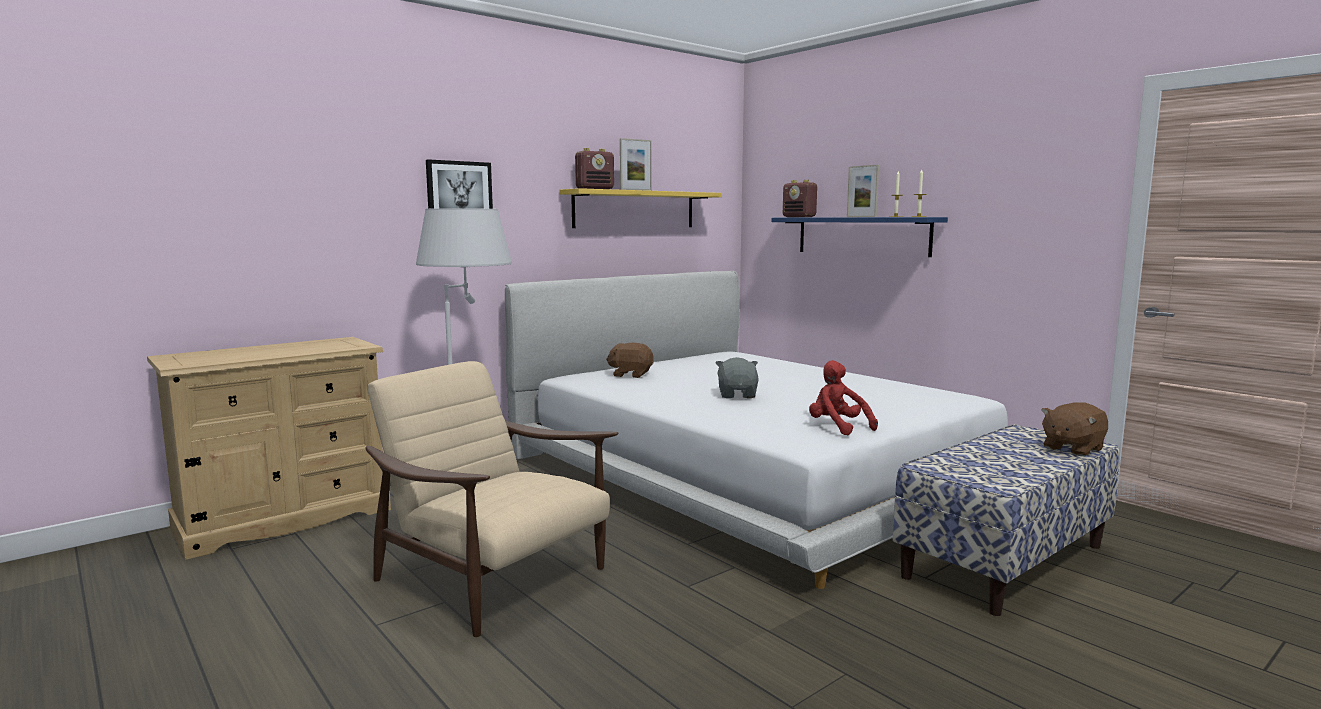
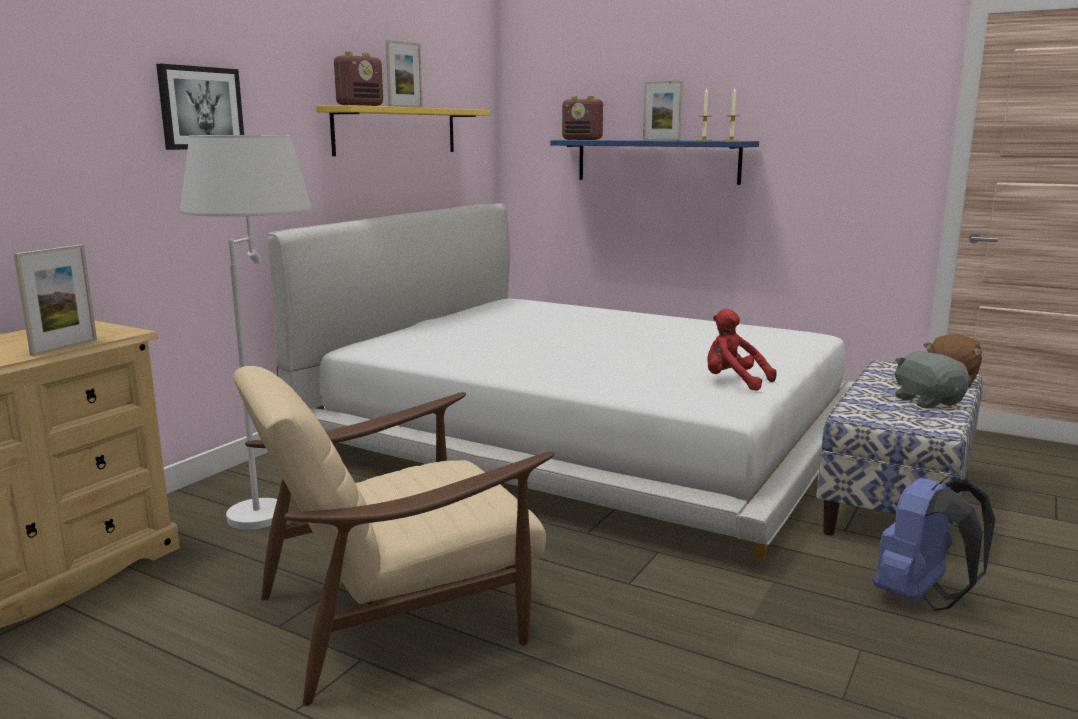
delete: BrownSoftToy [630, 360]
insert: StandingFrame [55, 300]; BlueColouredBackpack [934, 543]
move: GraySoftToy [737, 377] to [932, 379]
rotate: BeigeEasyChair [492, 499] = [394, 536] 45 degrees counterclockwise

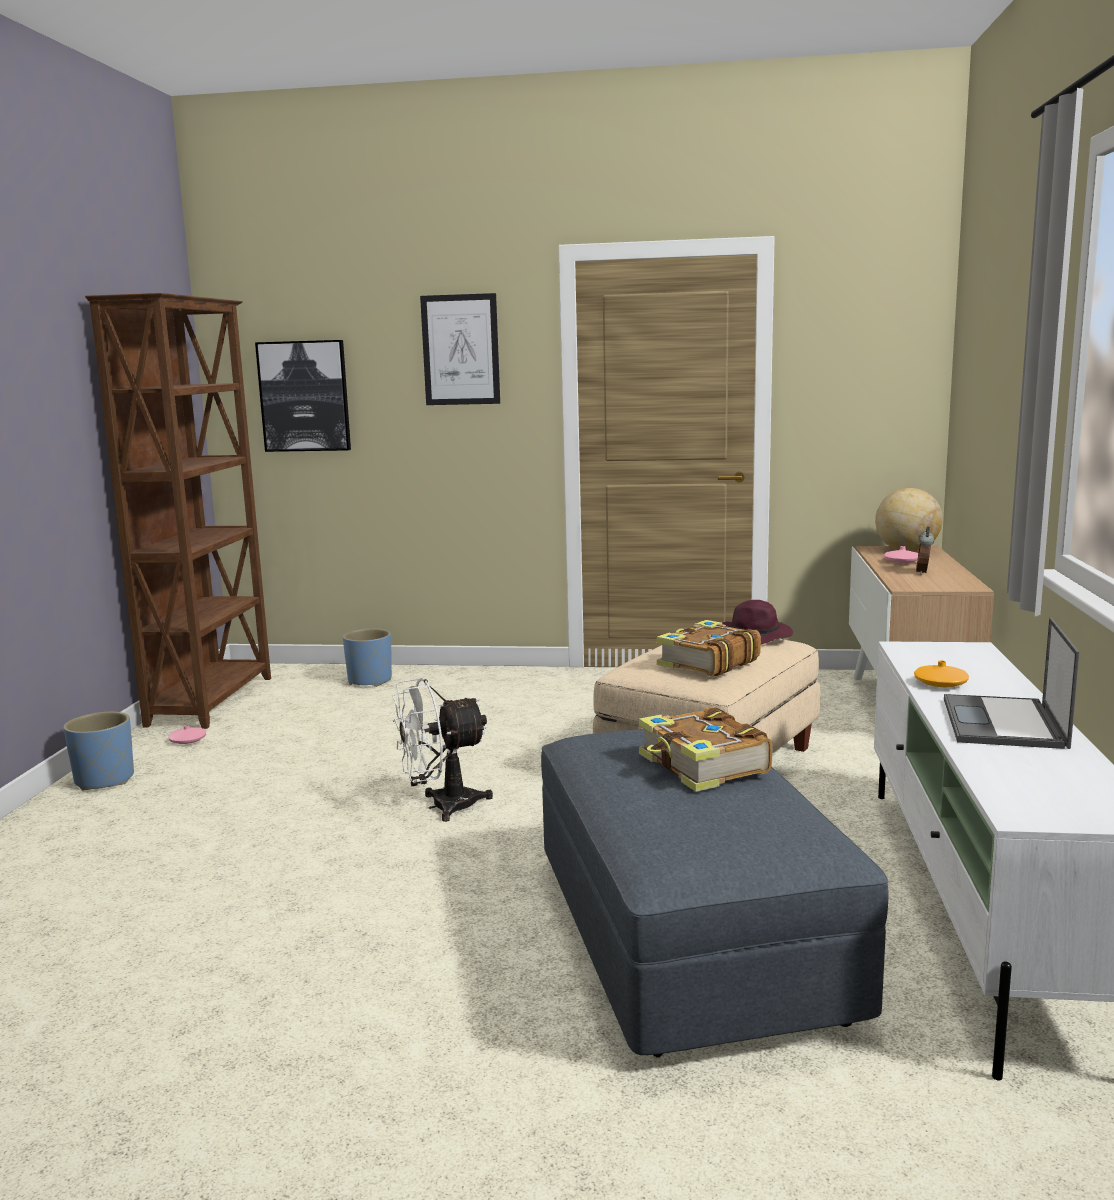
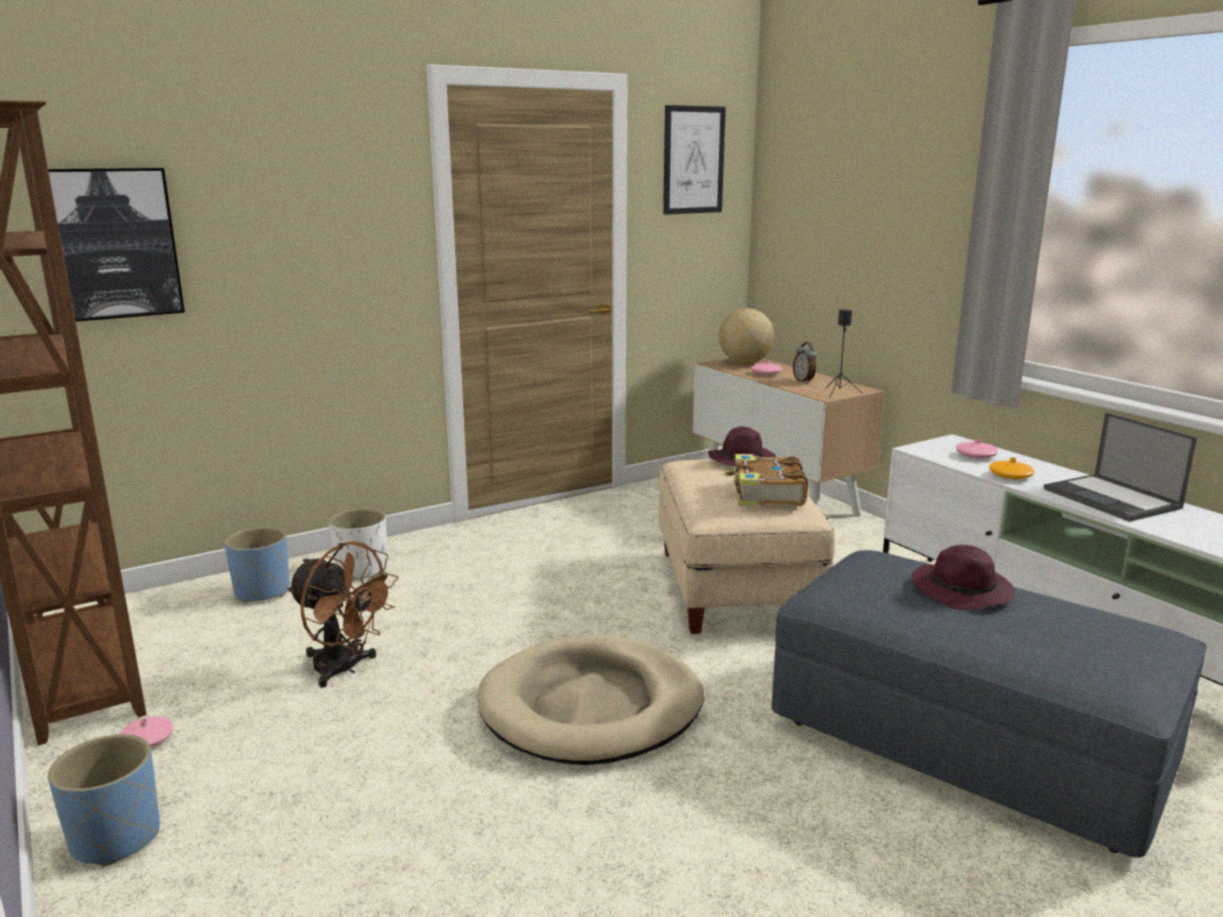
insert: BlackLoudspeaker [844, 352]; PinkishFlowerVase [977, 448]; WhitePlanter [358, 544]; BrownFan [343, 614]
move: WallArt [460, 349] to [694, 160]
replace: WhiteFan [443, 750] to BeigeDogCushion [590, 700]; Book [705, 749] to PurplishClothingHat [963, 577]

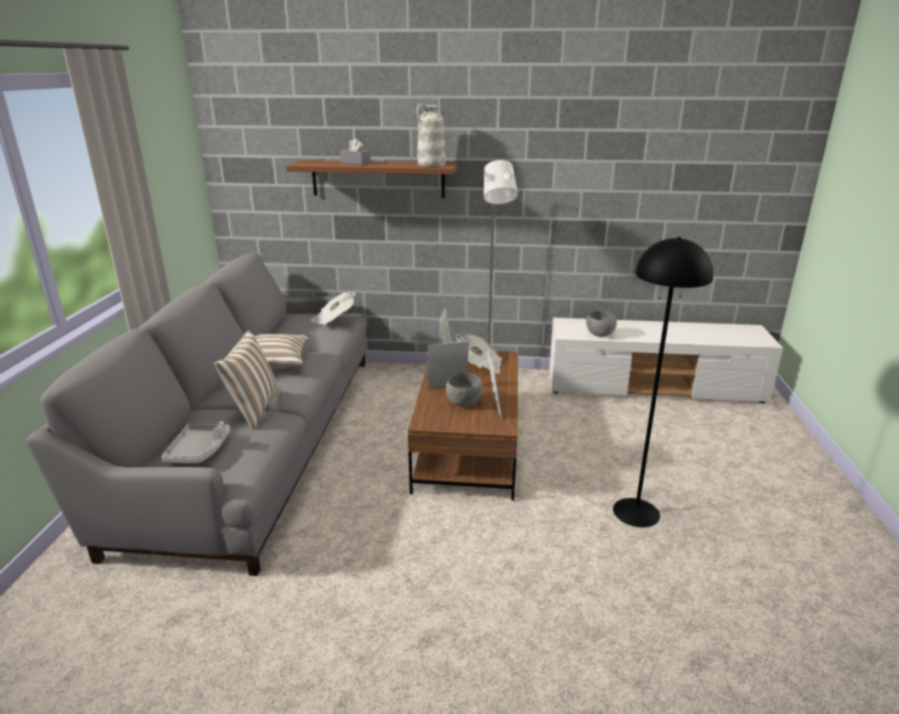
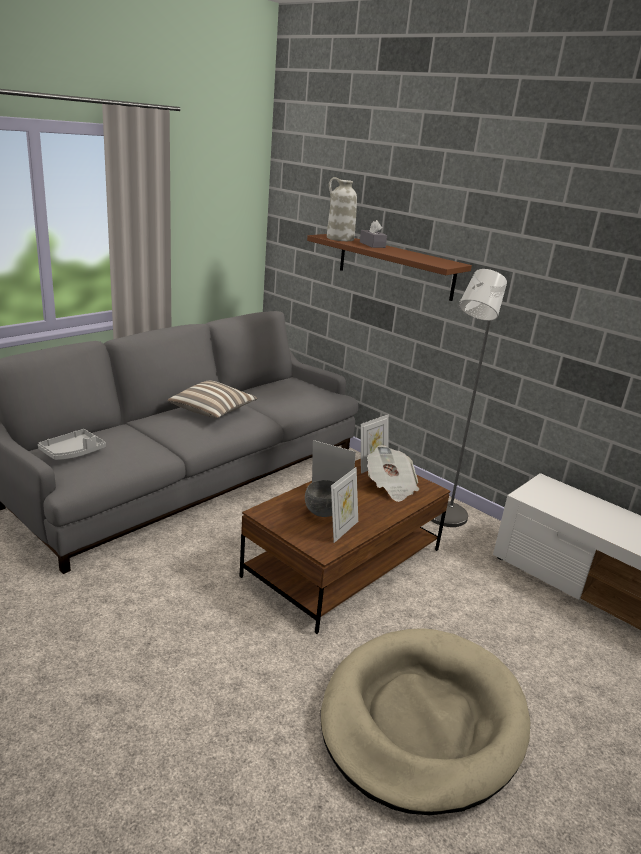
delete: PrintedPaper [333, 309]; GrayServingBowl [601, 324]; Cushion [247, 380]
move: WhiteFlowerVase [431, 135] to [342, 209]
replace: BlackFloorLamp [663, 382] to BeigeDogCushion [425, 722]

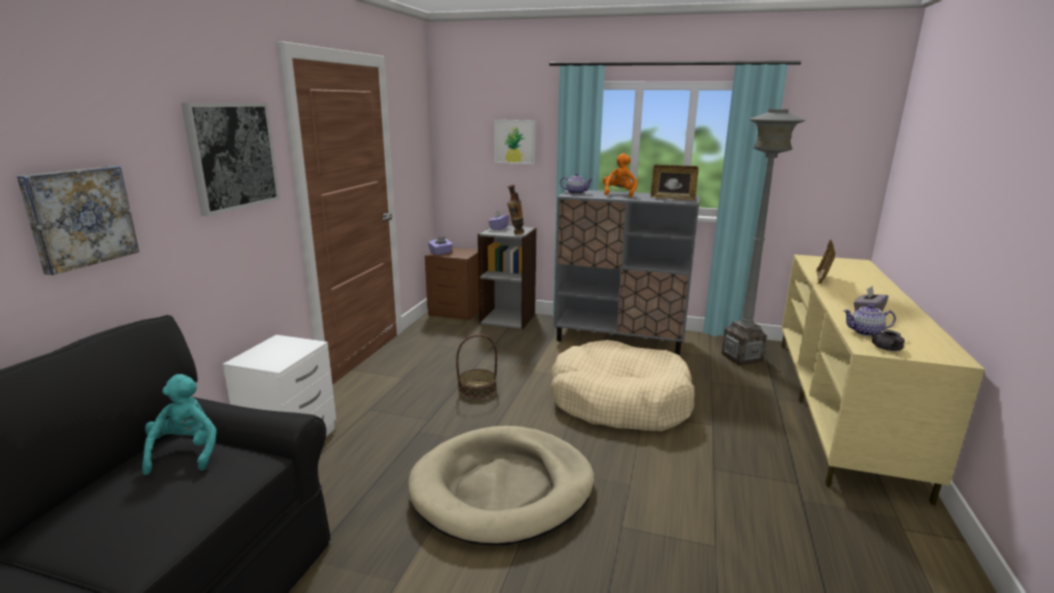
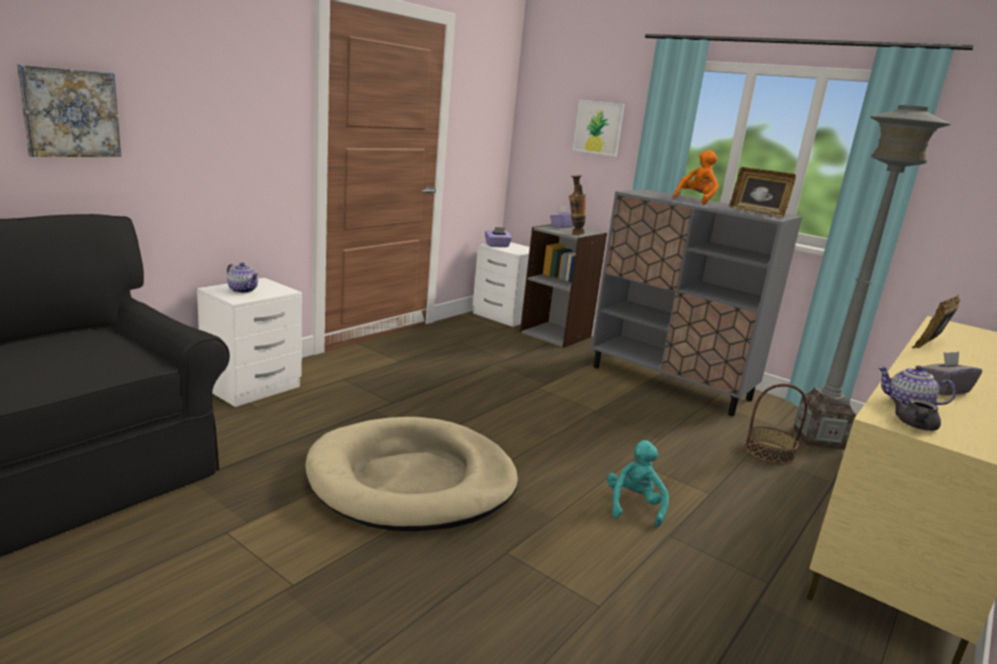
delete: WallArt [230, 159]; BeigeDogCushion [622, 385]
move: PotForTea [576, 183] to [242, 278]; Basket [476, 366] to [776, 424]; BlueGreenSoftToy [179, 424] to [638, 483]
recolor: BrownBedsideTable [452, 283] to WhiteBedsideTable [501, 284]

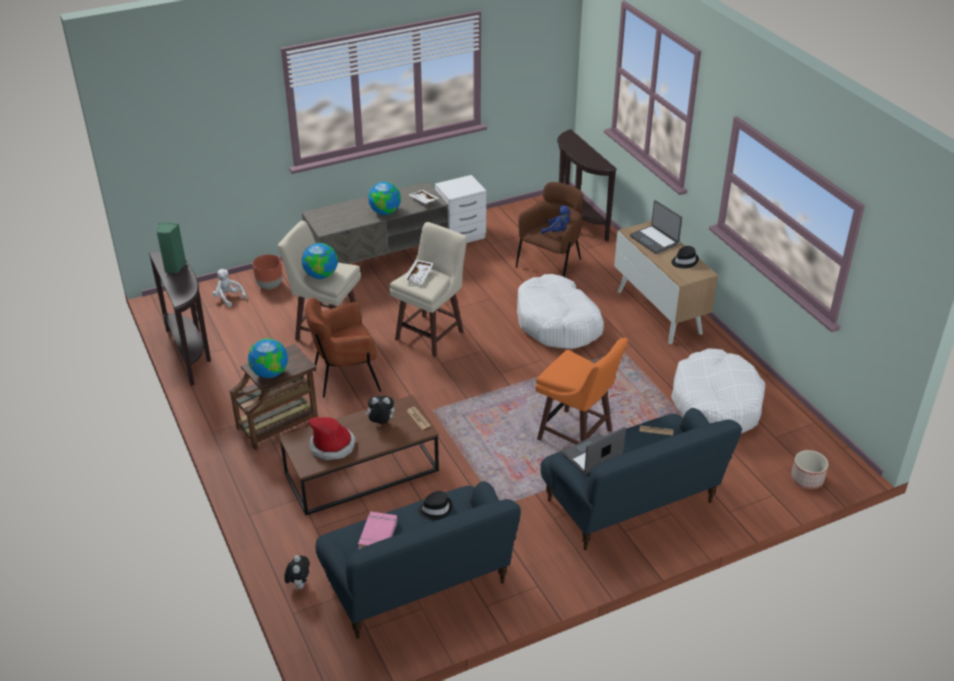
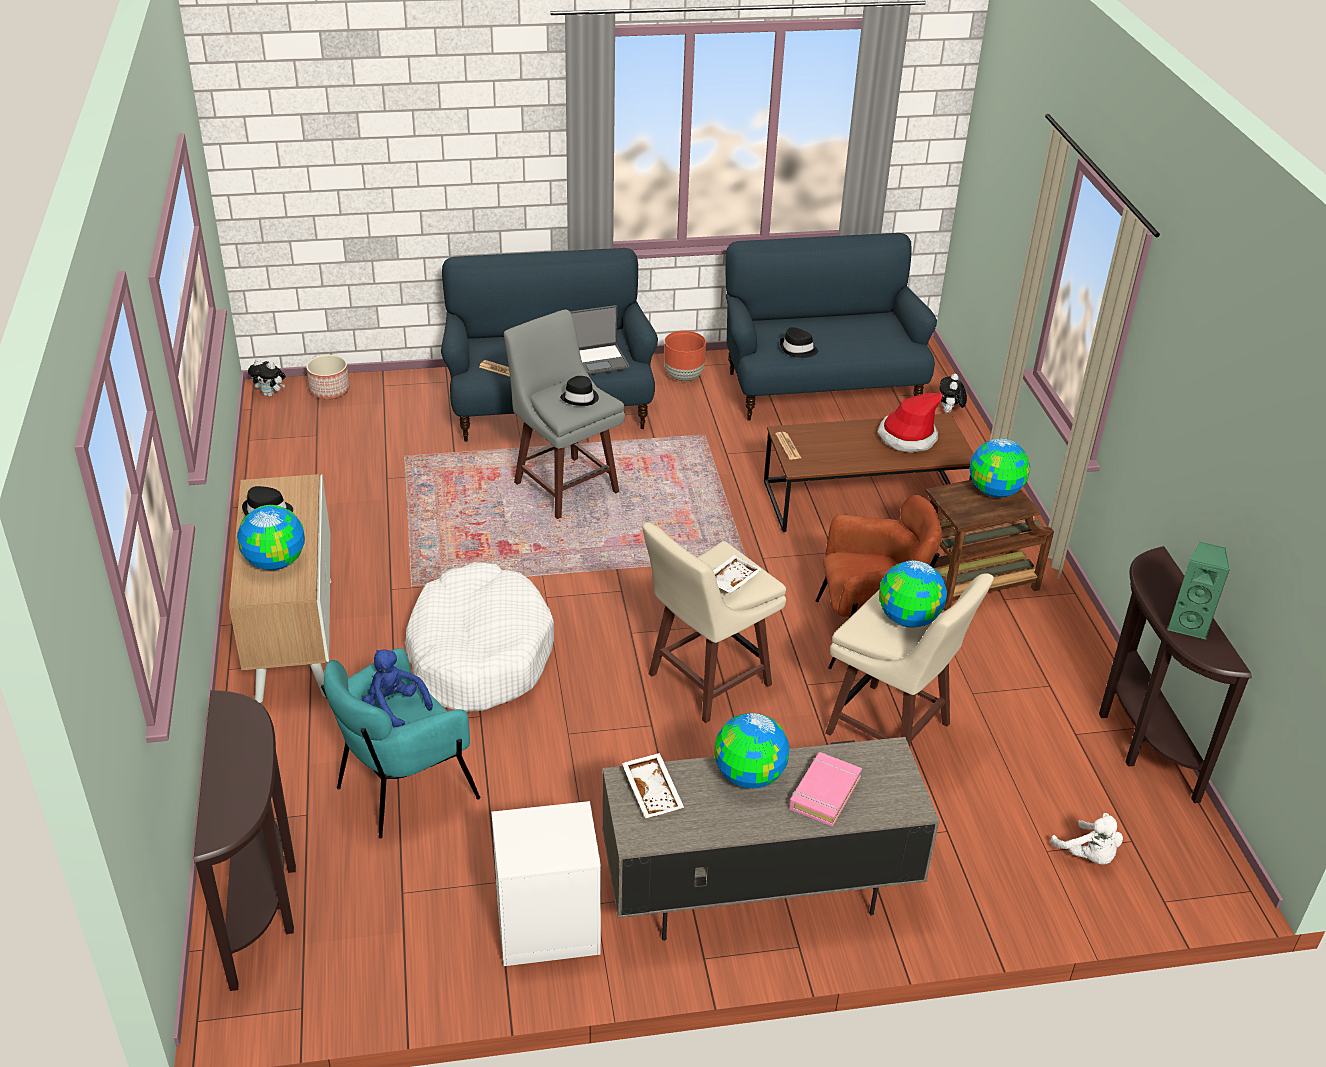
delete: WhiteDogCushion [718, 390]
insert: BlackClothingHat [579, 391]
move: BrownPlanter [267, 271] to [685, 356]; SoftToy [380, 410] to [266, 378]; PinkishBook [377, 530] to [825, 789]
replace: Laptop [655, 227] to WorldGlobe [271, 537]
recolor: BrownEasyChair [549, 229] to BlueGreenEasyChair [401, 743]; OrangeSittingStool [581, 391] to GraySittingStool [564, 414]

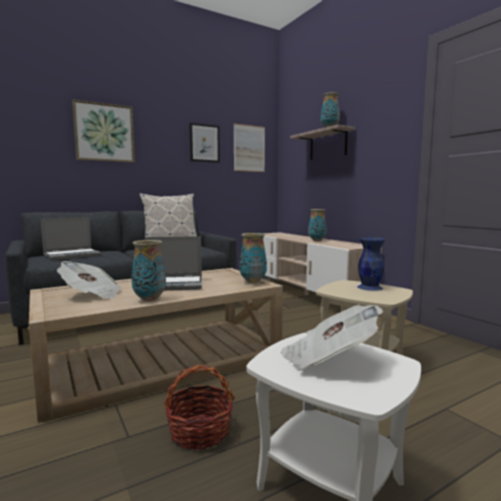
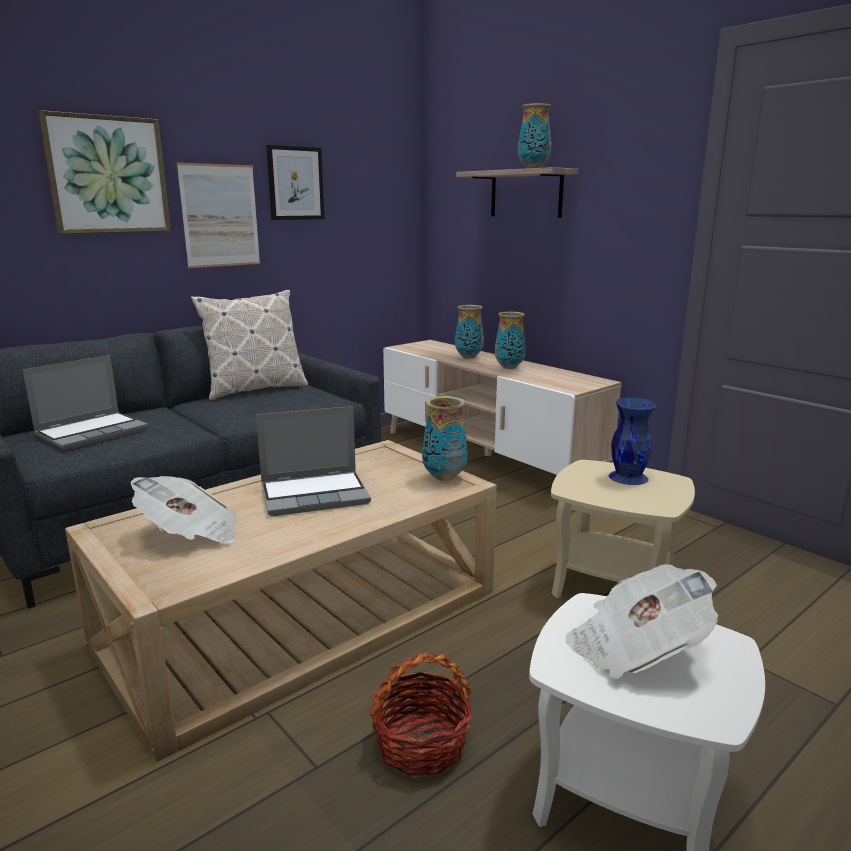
move: WallArt [249, 147] to [218, 215]; FlowerVase [148, 270] to [469, 331]

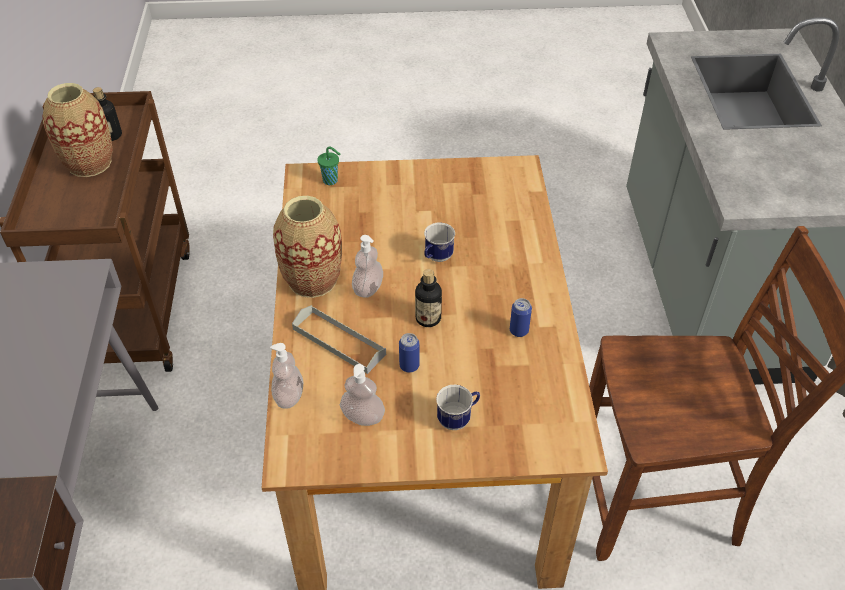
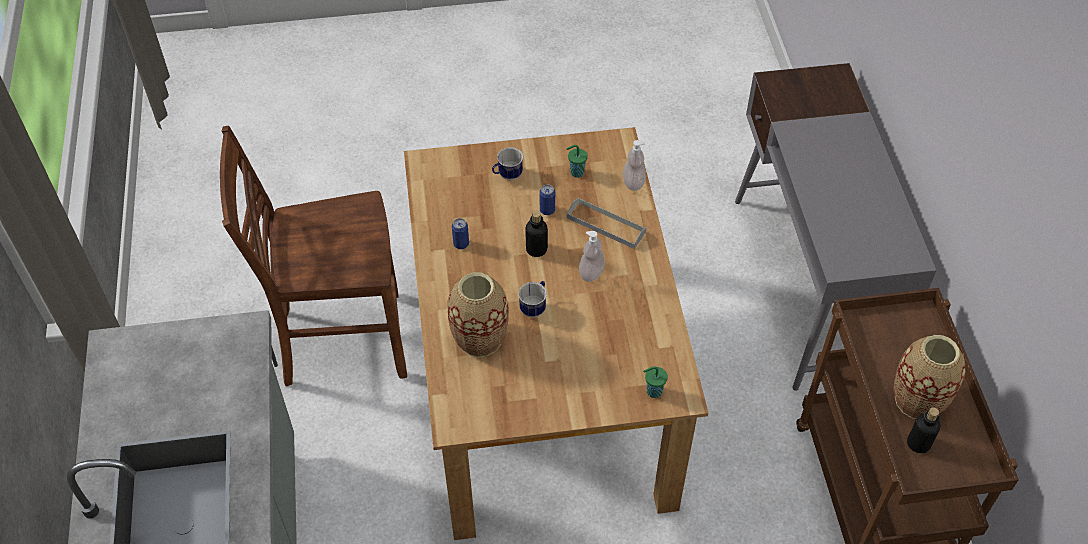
move: FlowerVase [307, 247] to [478, 314]
replace: SoapDispenser [362, 395] to GreenColouredCup [577, 161]

